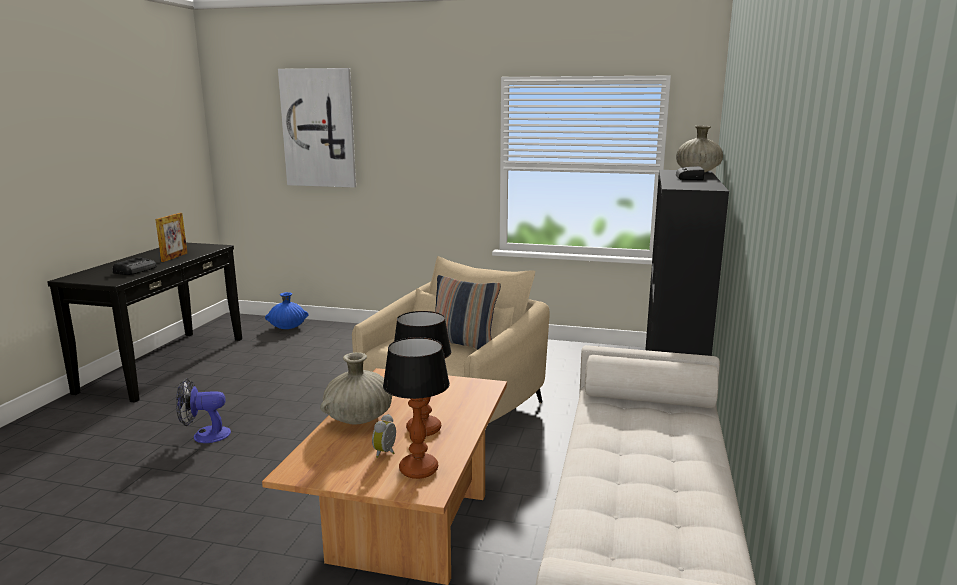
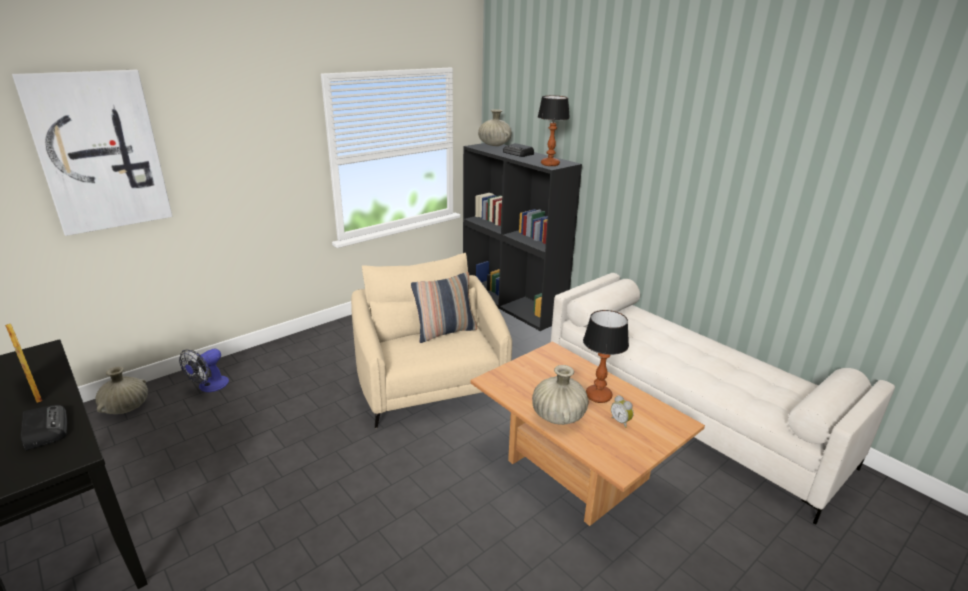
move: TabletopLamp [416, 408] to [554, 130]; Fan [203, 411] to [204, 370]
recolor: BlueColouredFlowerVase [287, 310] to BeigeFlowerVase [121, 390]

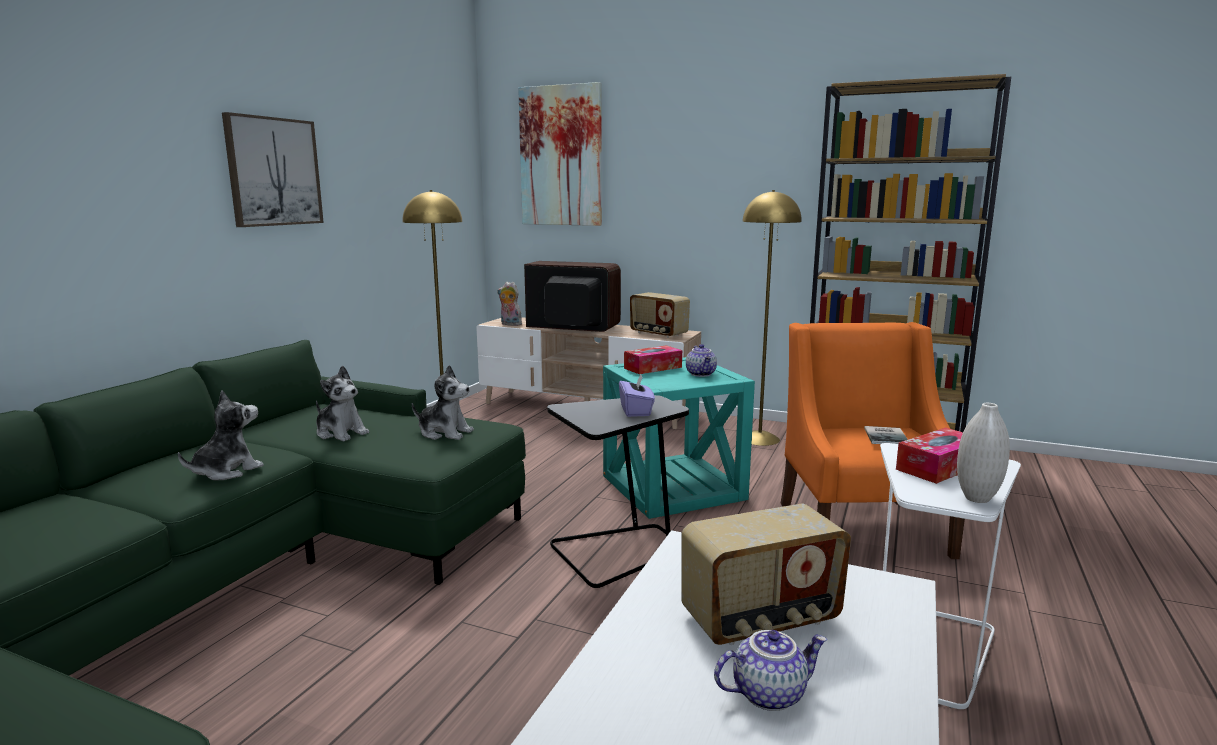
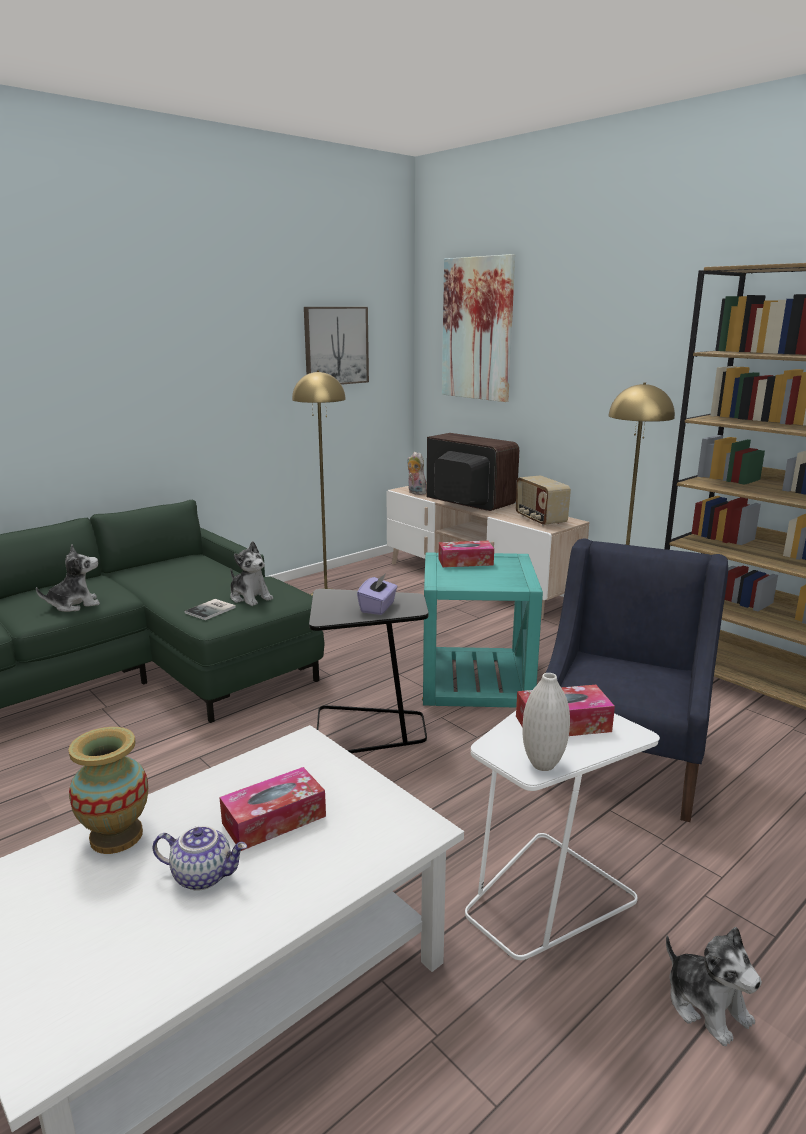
delete: PotForTea [701, 360]
insert: FlowerVase [108, 790]
move: WallArt [273, 169] to [336, 346]; SoftToy [342, 403] to [714, 986]; Book [886, 435] to [210, 609]
replace: Radio [766, 574] to TissueBox [272, 809]
recolor: OrangeEasyChair [872, 440] to BlueColouredEasyChair [637, 680]

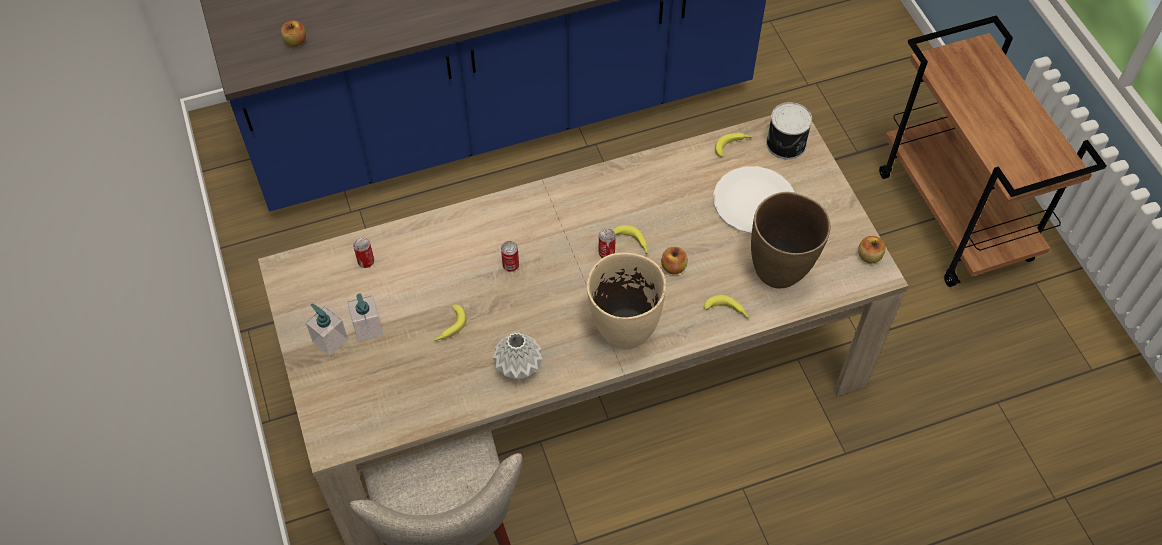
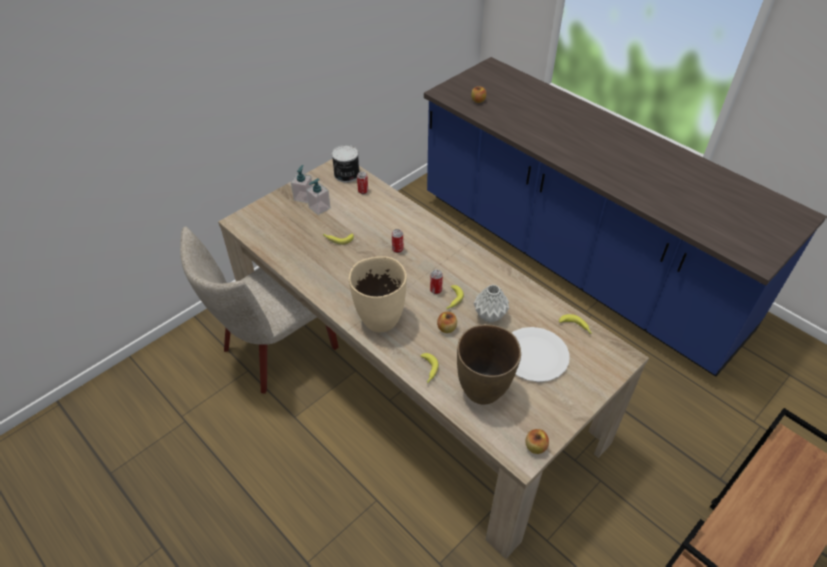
move: Can [789, 130] to [346, 164]; GrayFlowerVase [518, 356] to [491, 303]

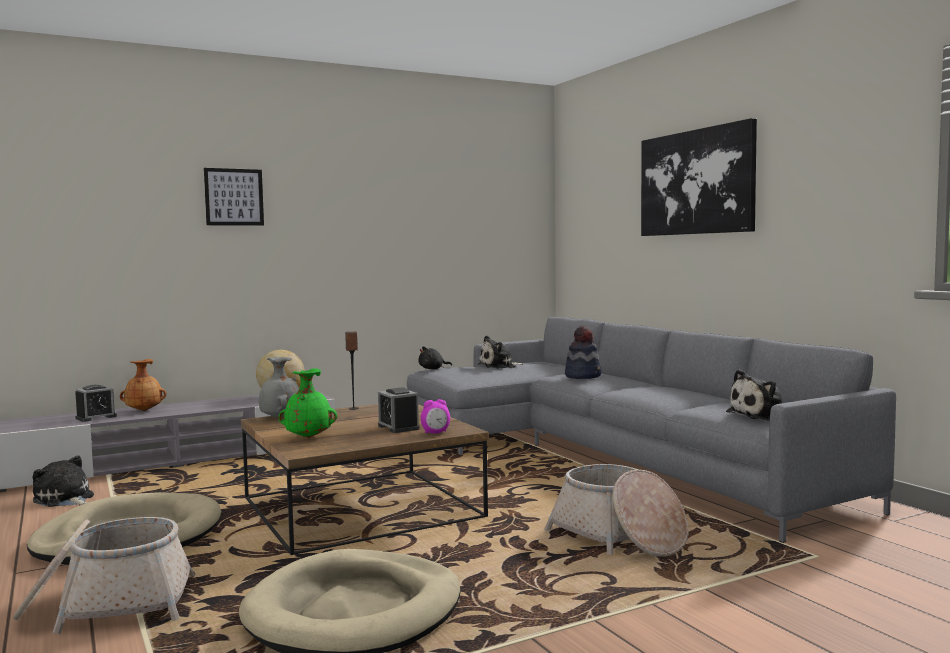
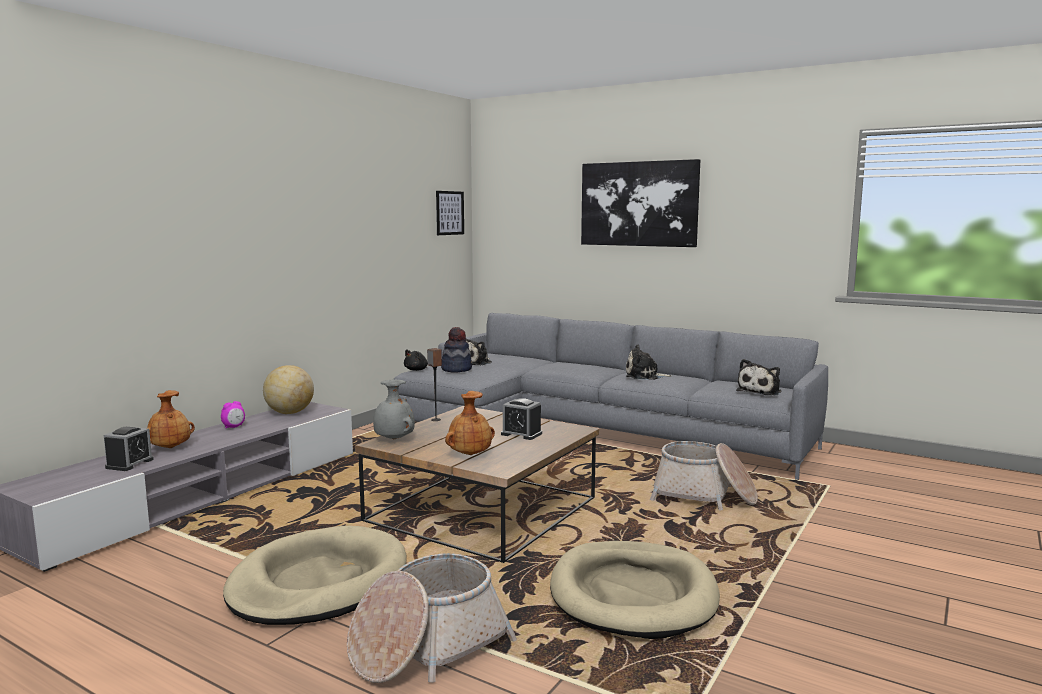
move: WallArt [234, 196] to [450, 213]; ClothingHat [583, 352] to [456, 350]; TableClock [435, 416] to [233, 414]; SoftToy [63, 481] to [649, 362]
recolor: GreenColouredFlowerVase [307, 403] to BrownFlowerVase [470, 423]

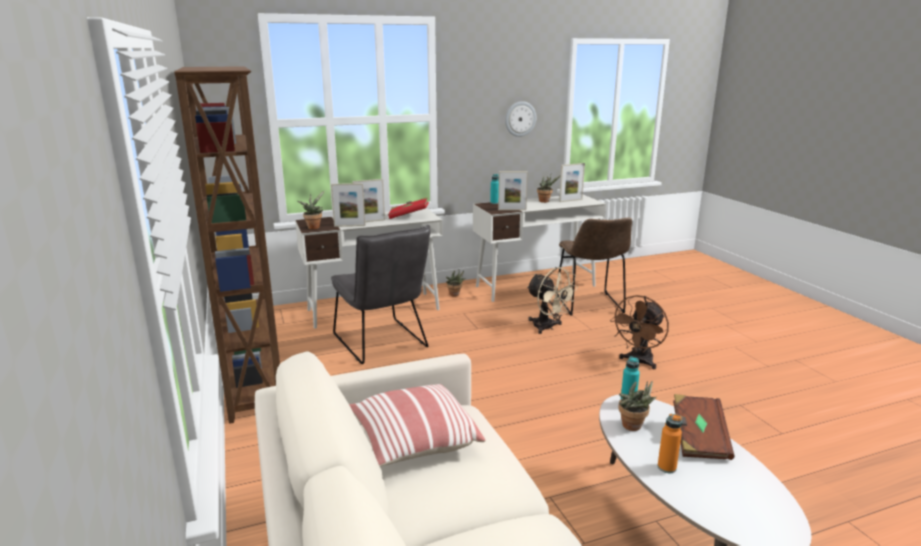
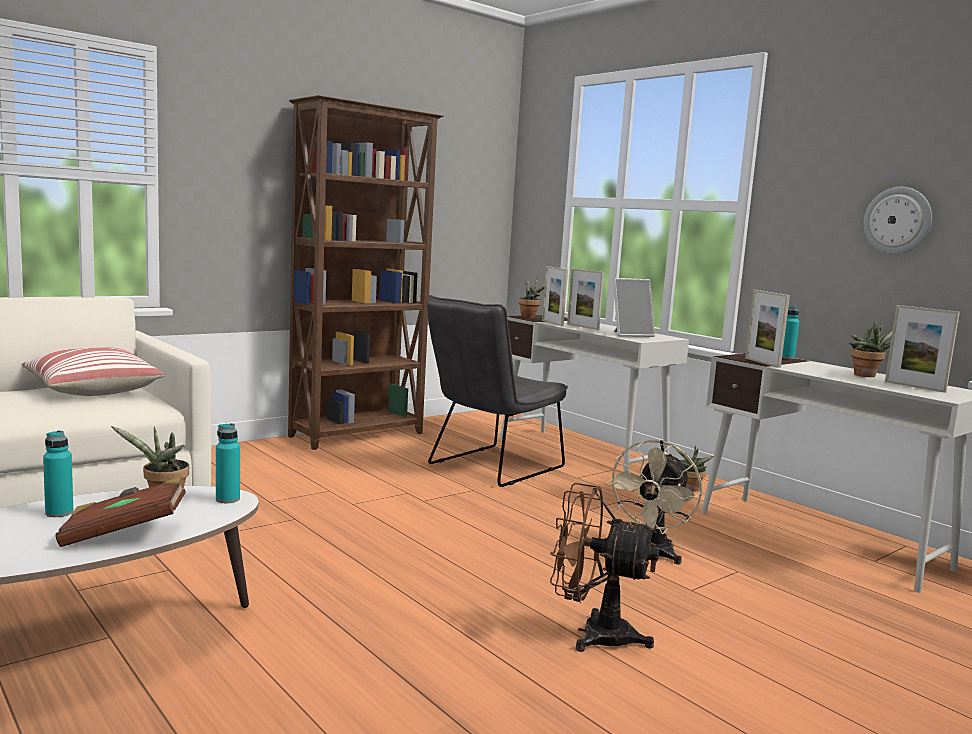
delete: BrownChair [594, 267]
replace: RedColouredBook [408, 208] to StandingFrame [634, 307]
recolor: OrangeBeverageBottle [669, 443] to BlueGreenBeverageBottle [58, 473]

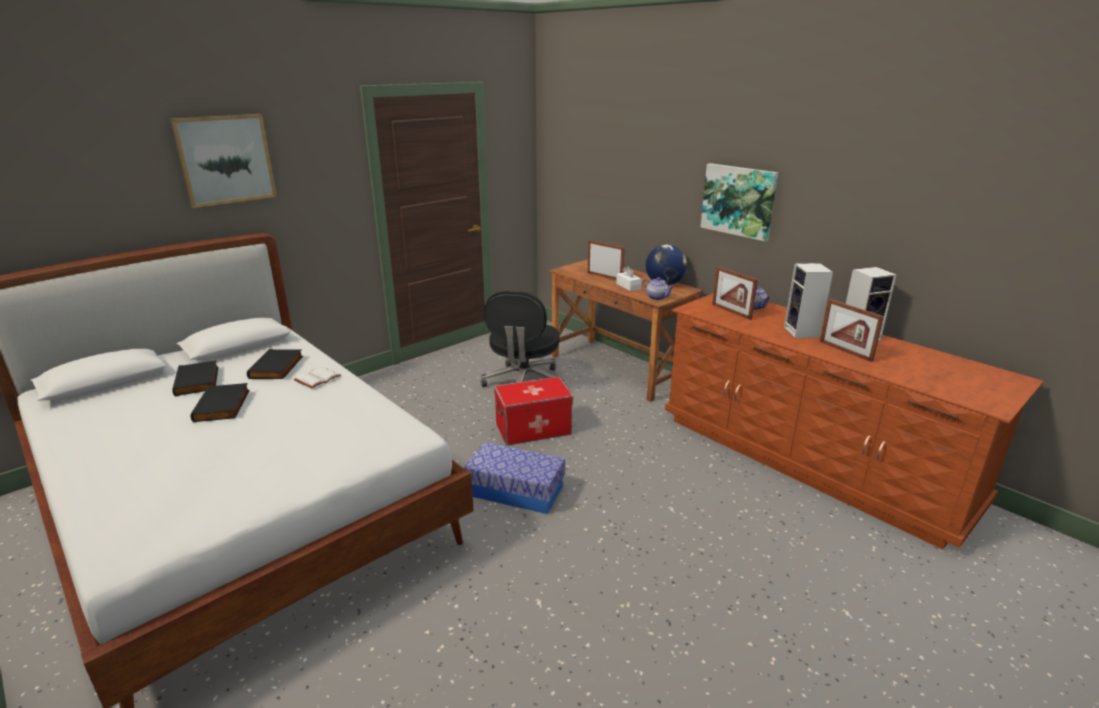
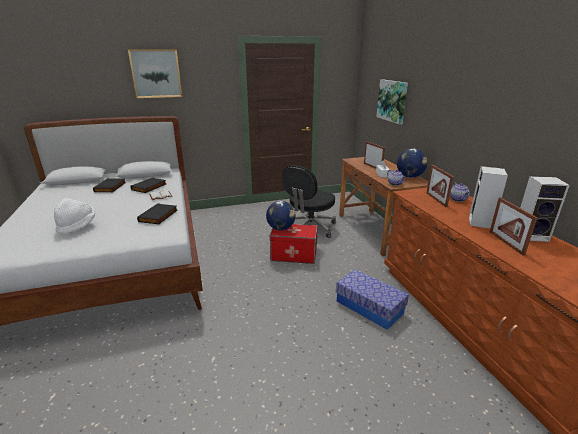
insert: WhiteClothingHat [74, 216]; WorldGlobe [281, 215]
move: WallArt [739, 202] to [392, 101]; BlackBook [220, 402] to [157, 213]; StorageBin [514, 478] to [372, 299]

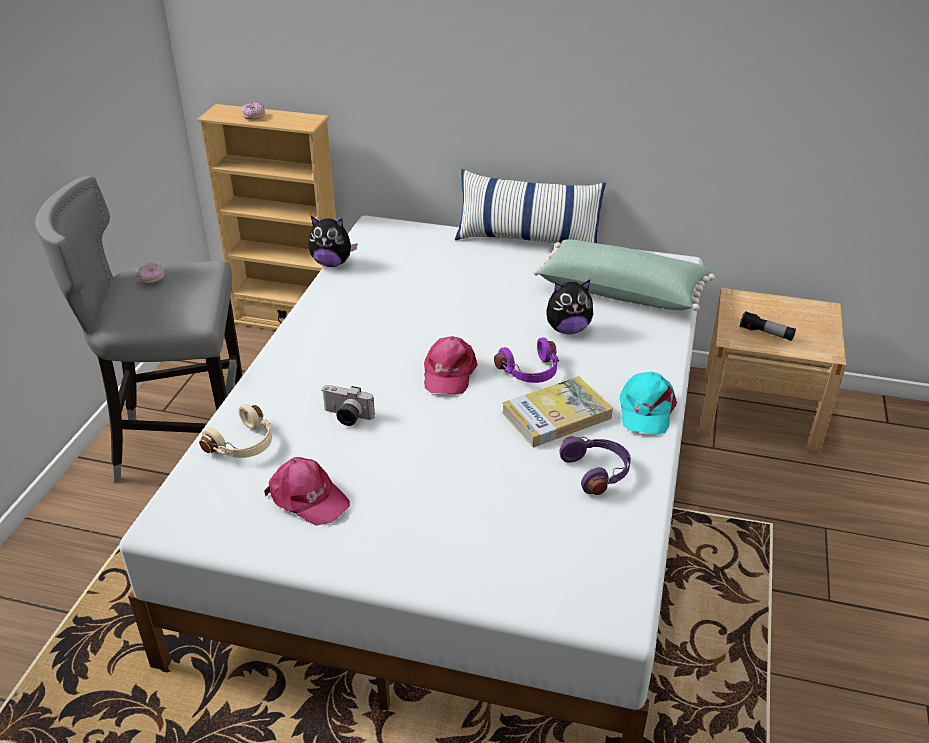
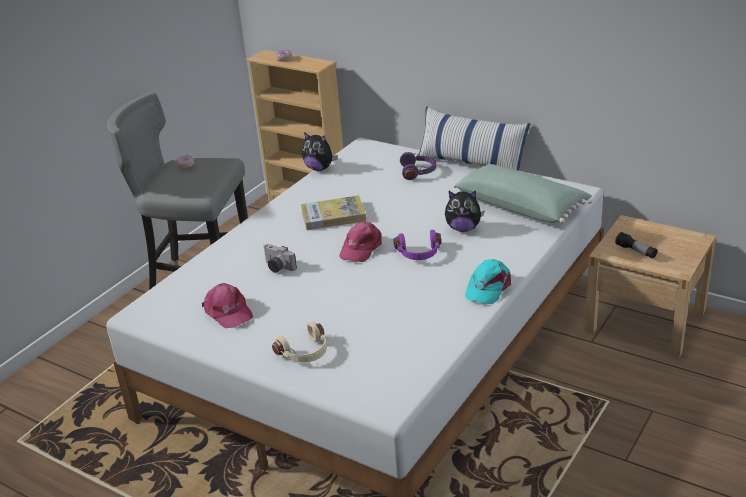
move: Book [557, 411] to [333, 212]; BeigeHeadphones [235, 431] to [300, 342]; PurplishHeadphones [595, 465] to [418, 166]

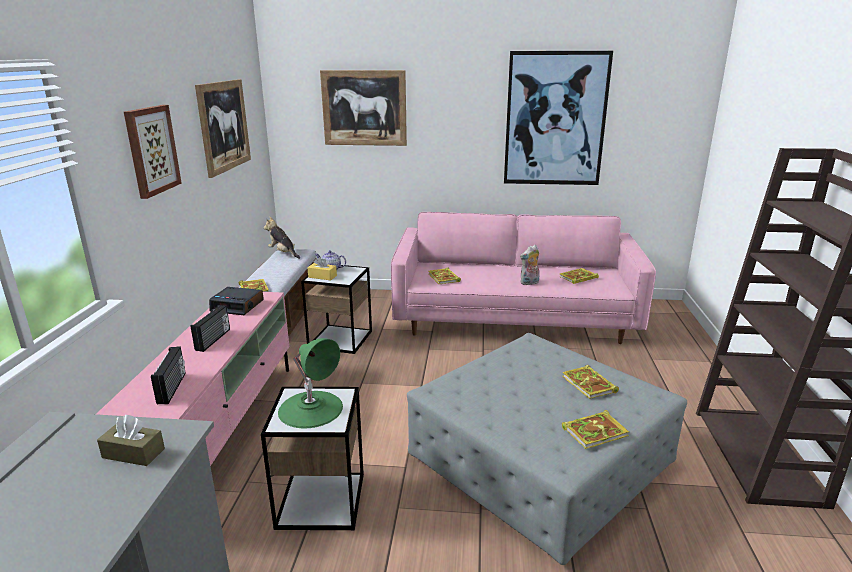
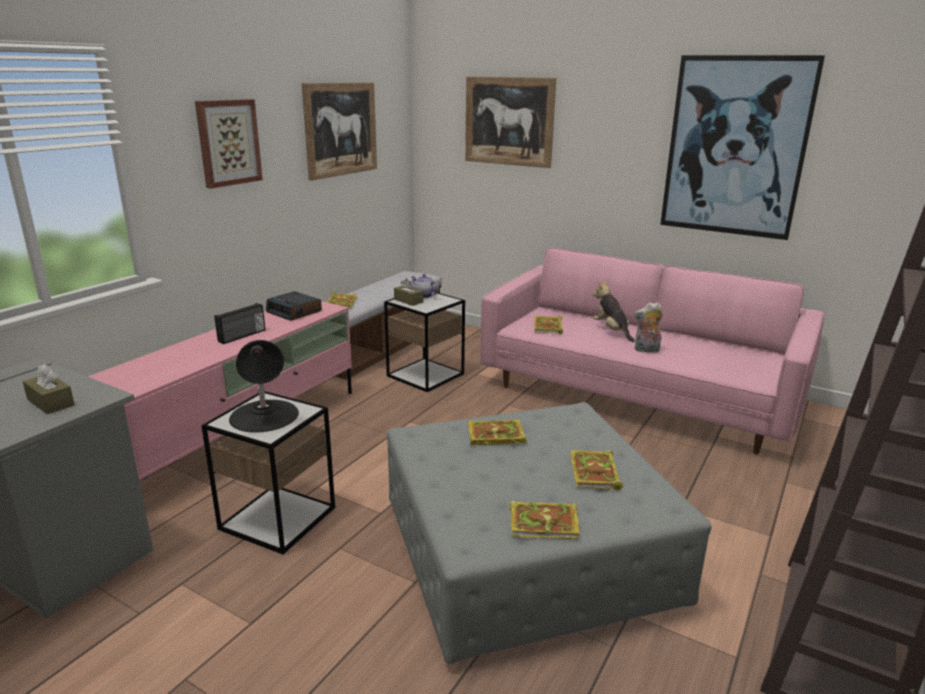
delete: Radio [168, 375]
move: SoftToy [282, 238] to [614, 311]; Book [579, 276] to [497, 432]
recolor: YellowColouredTissueBox [322, 268] to BrownTissueBox [408, 292]; GreenColouredTabletopLamp [310, 383] to BlackTabletopLamp [264, 386]

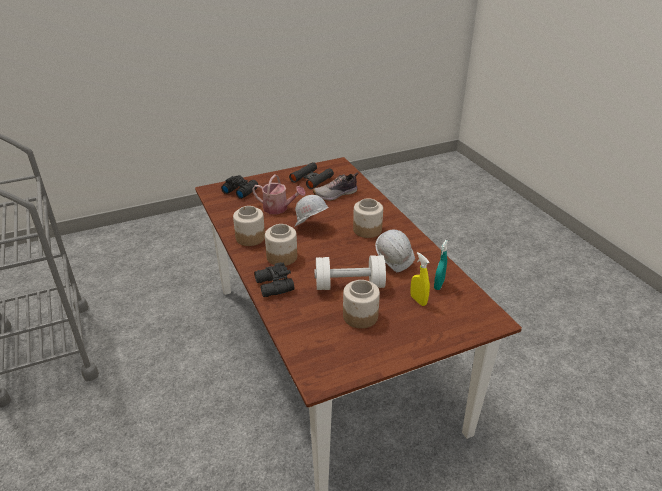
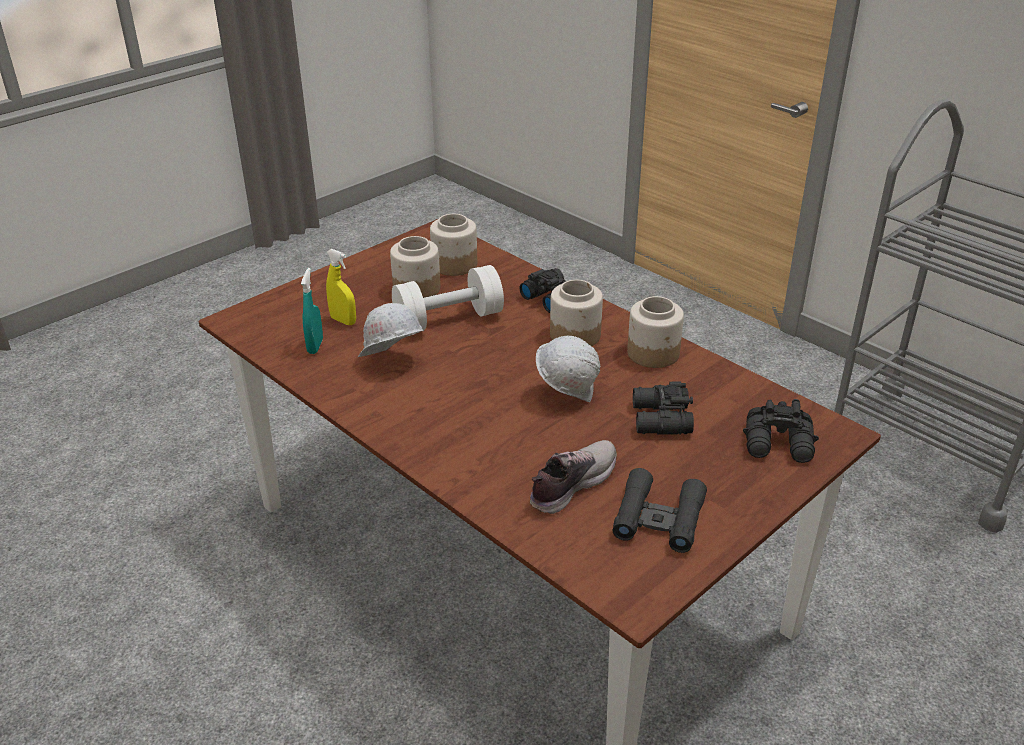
move: StorageJar [368, 218] to [453, 245]
replace: WateringPot [279, 194] to BlackPairOfBinoculars [663, 408]

